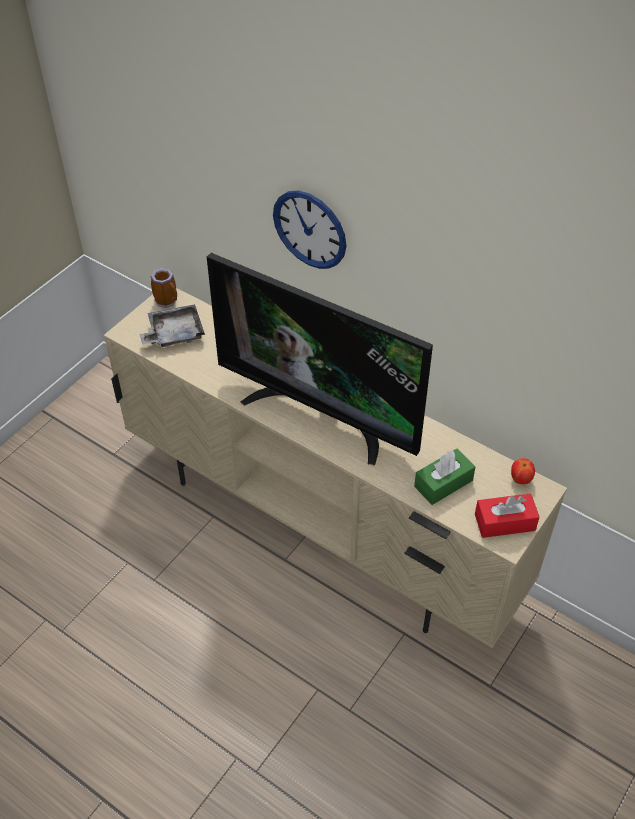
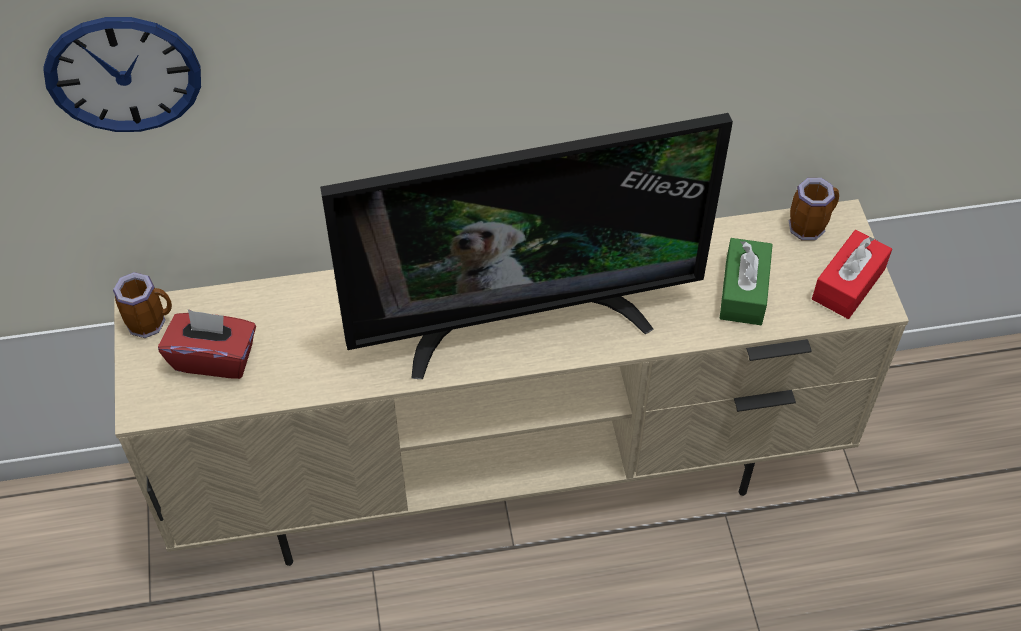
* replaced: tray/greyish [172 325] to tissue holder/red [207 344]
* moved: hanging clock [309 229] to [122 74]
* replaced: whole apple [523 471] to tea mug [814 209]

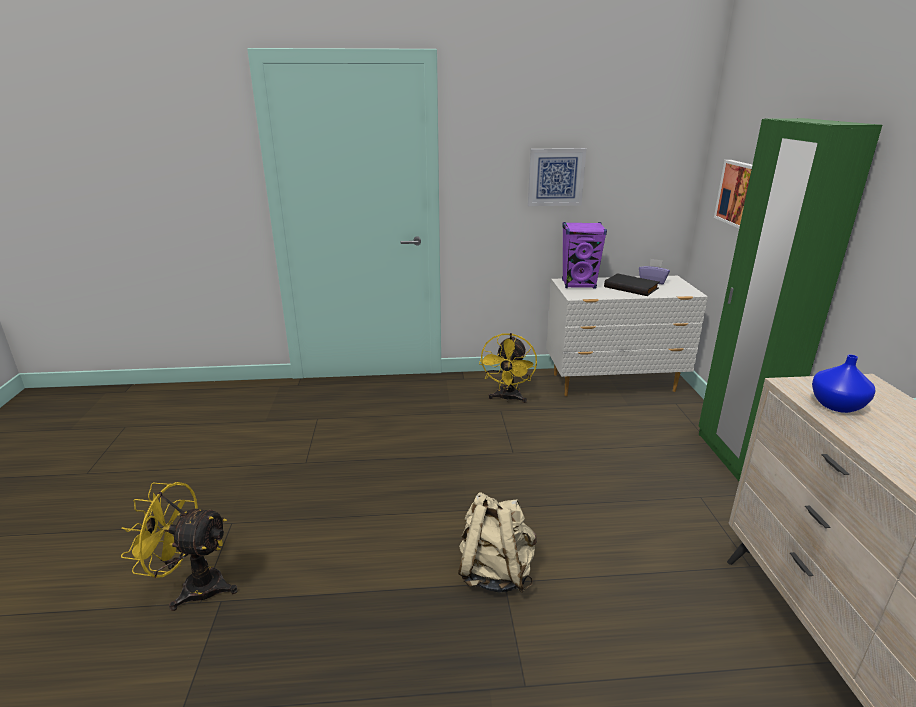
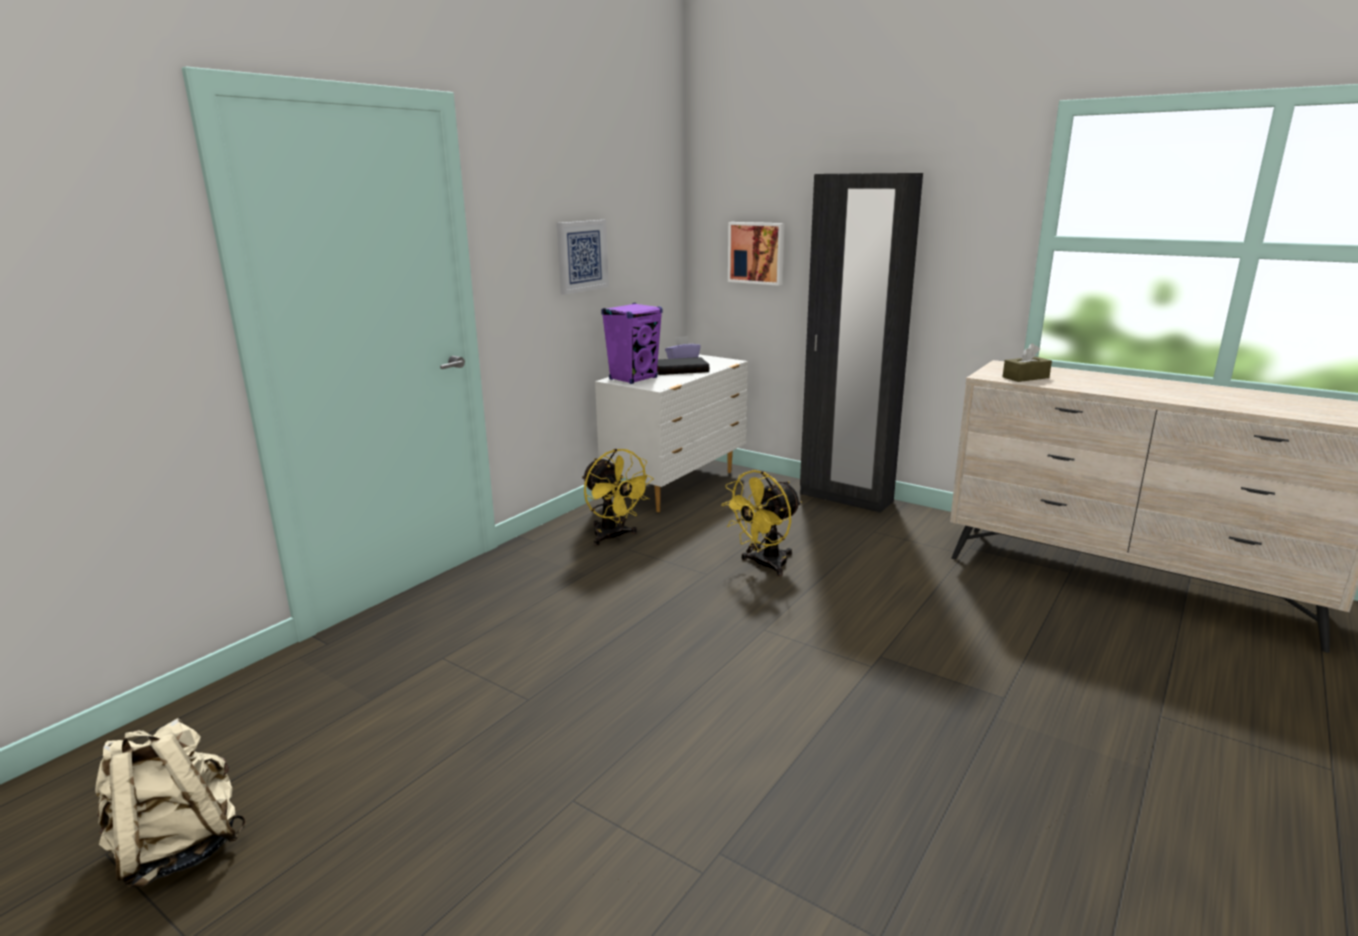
* moved: electric fan/yellow-coloured [179 546] to [761 523]
* moved: rucksack/beige-coloured [497 542] to [170 803]
* recoloured: wardrobe/green-coloured [790 299] to wardrobe/black-coloured [861 343]
* replaced: vase/blue [843 383] to tissue holder/brown [1027 362]

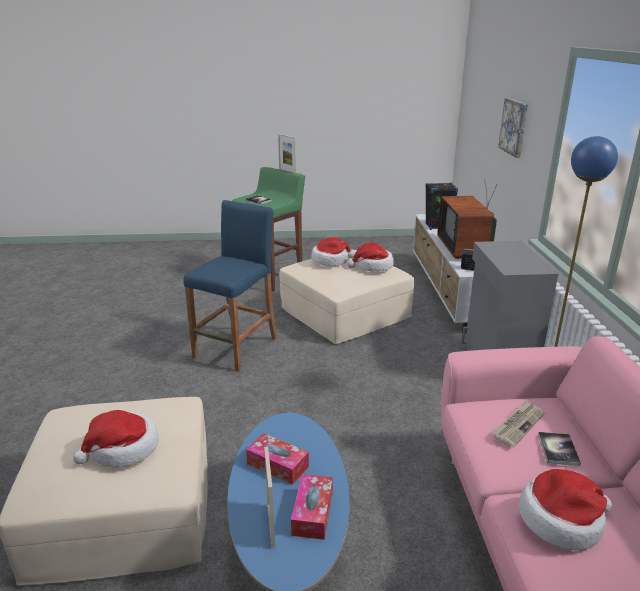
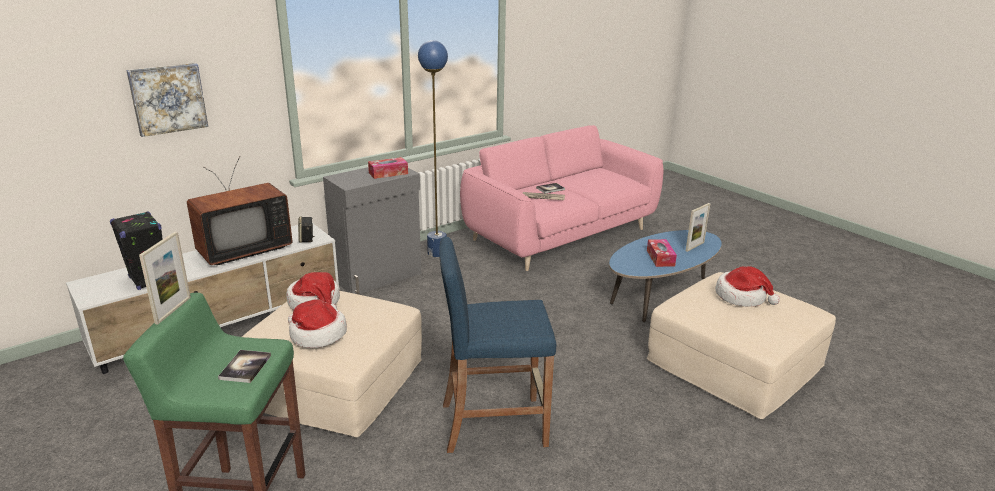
* moved: tissue holder [312 507] to [388 168]
* removed: wearable hat [565 510]

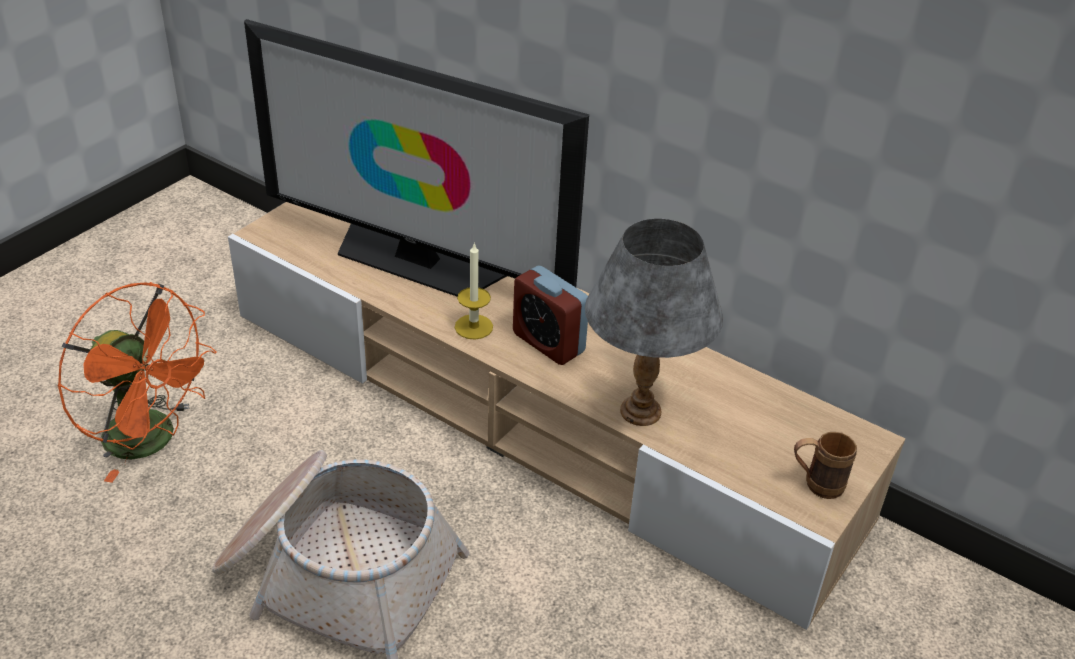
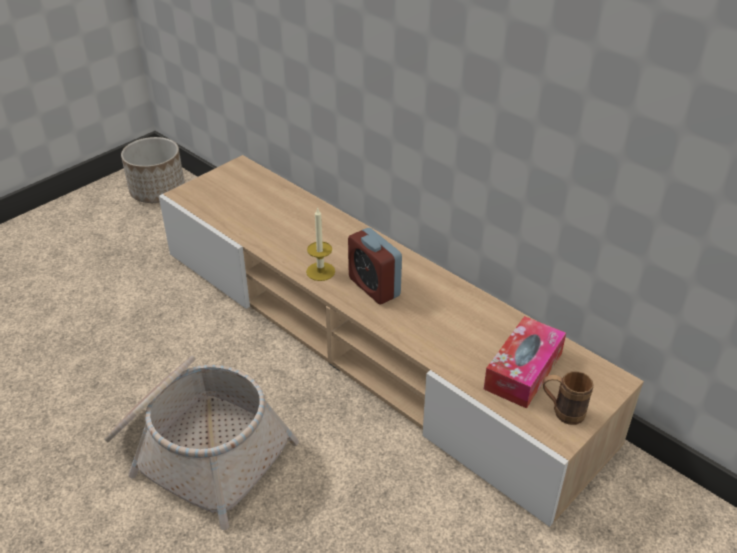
* removed: electric fan/orange [137 382]
* removed: television [416 158]
* removed: tabletop lamp/greyish [654 322]
* added: planter [153 170]
* added: tissue holder [525 362]

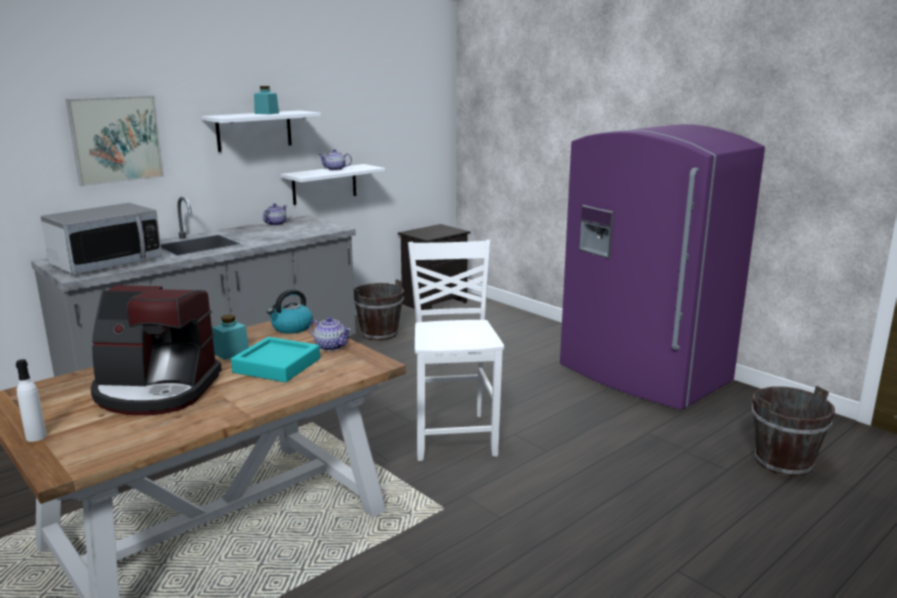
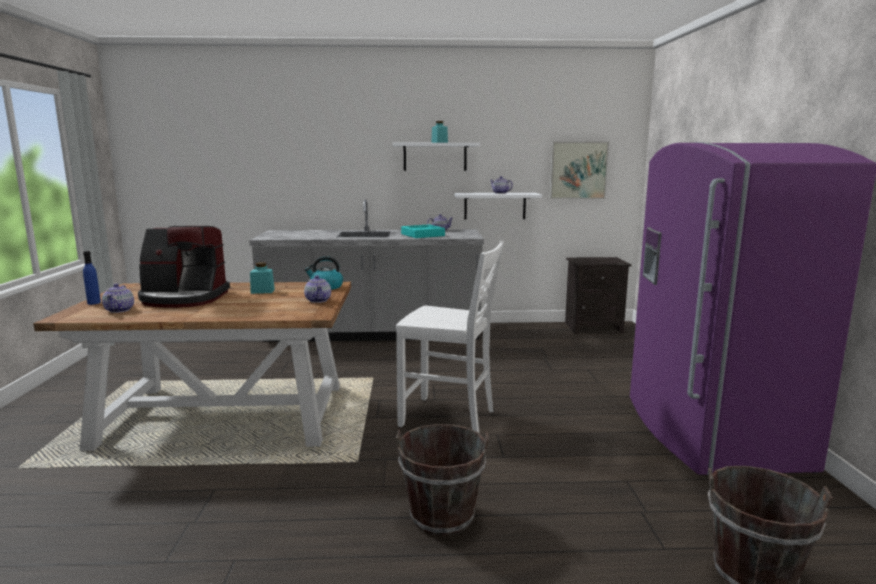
* recoloured: drink bottle/white [31 400] to drink bottle/blue [92 278]
* removed: microwave oven [101 239]
* moved: picture [115 140] to [579 170]
* turned: coffee machine [156 350] = [184 267] 45 degrees counterclockwise
* moved: tray/blue-green [275 359] to [423 231]
* moved: bucket/brown [379 310] to [442 480]
* turned: plain chair/white [456 350] = [450 337] 75 degrees clockwise
* added: pot for tea [118 298]

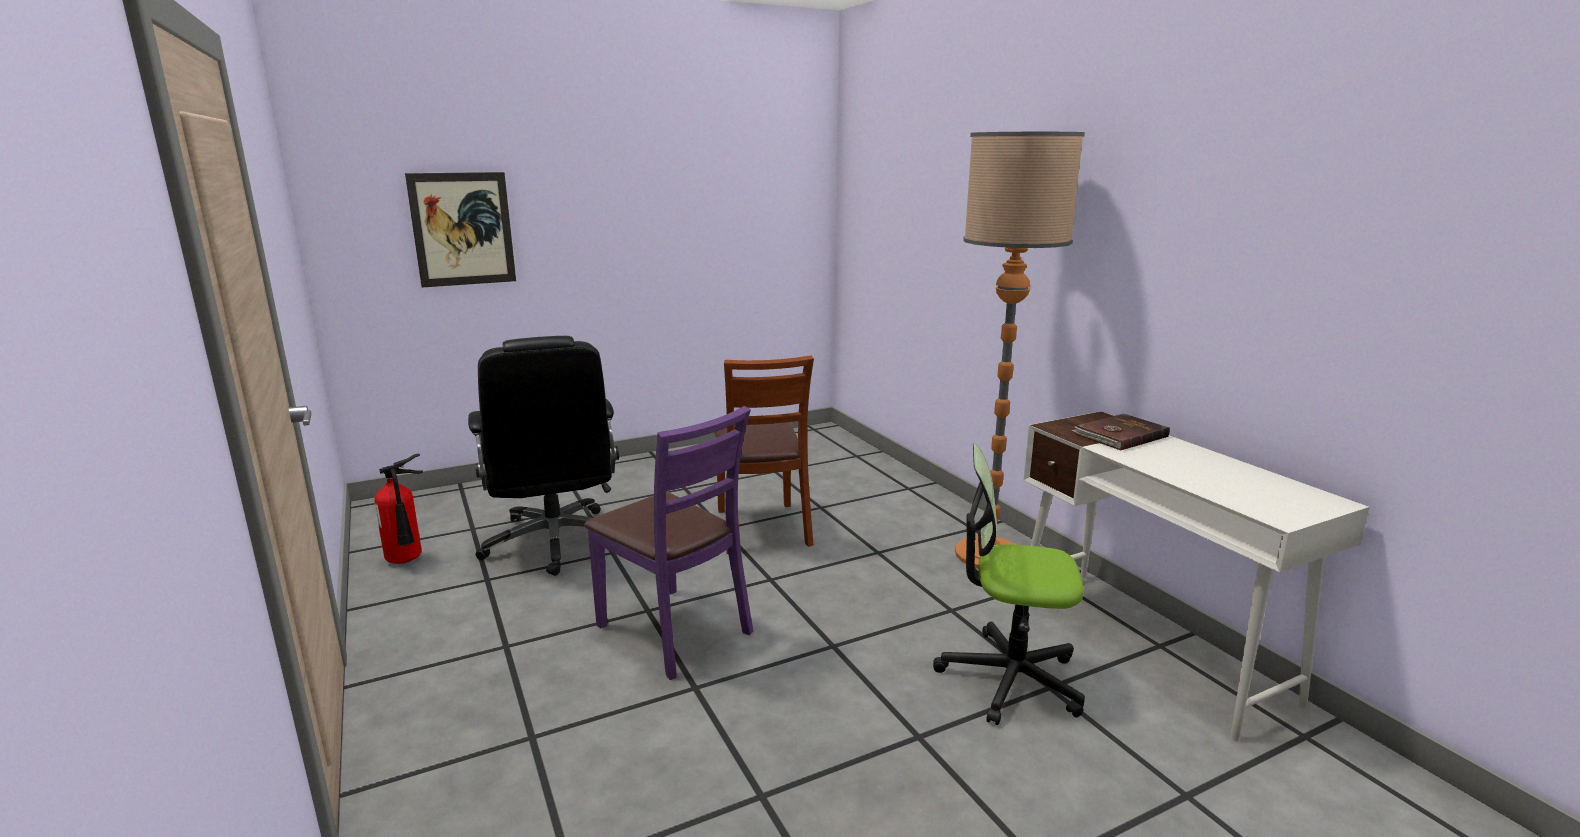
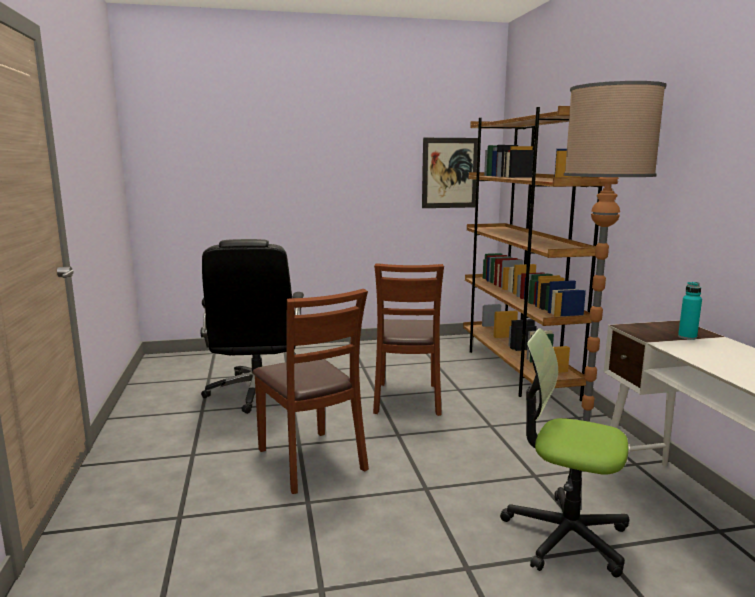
* removed: fire extinguisher [398 509]
* moved: picture [460 229] to [450 173]
* recoloured: plain chair/purple-coloured [668 543] to plain chair/brown [310 391]
* replaced: book/brown [1120 432] to drink bottle/blue-green [690 311]
* added: shelving unit/brown [534 253]

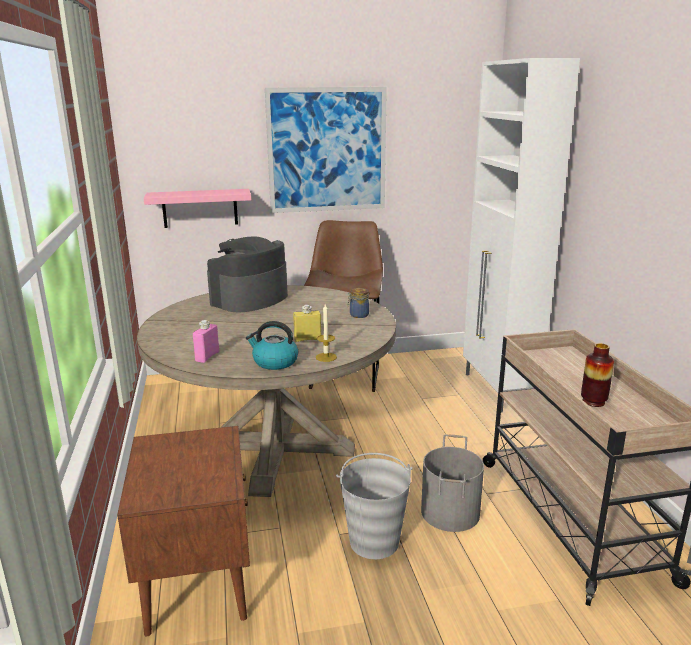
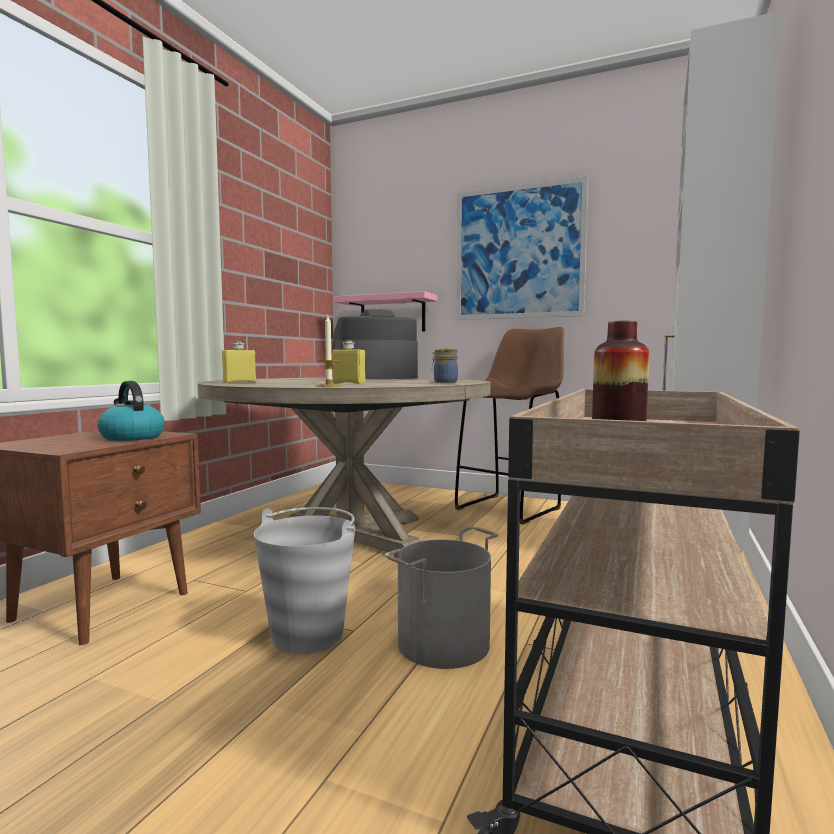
* recoloured: drink bottle/pinkish [206 341] to drink bottle/yellow-coloured [239 362]
* moved: tea kettle [272 345] to [131 411]

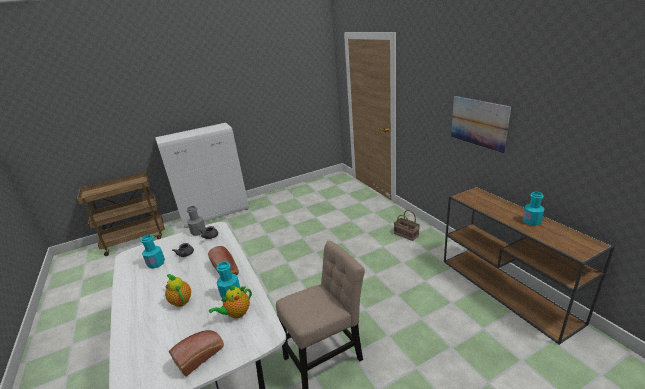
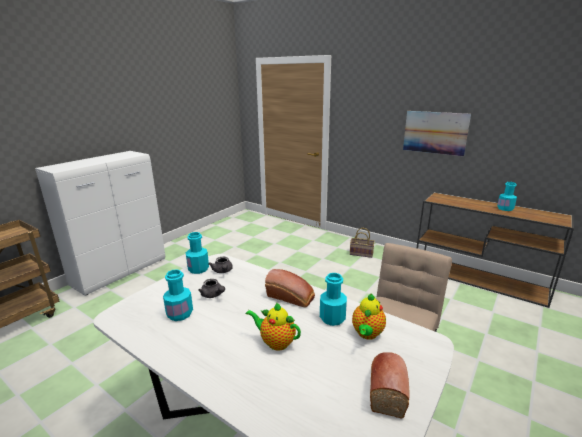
* recoloured: drink bottle/greyish [196 221] to drink bottle/blue-green [197 253]

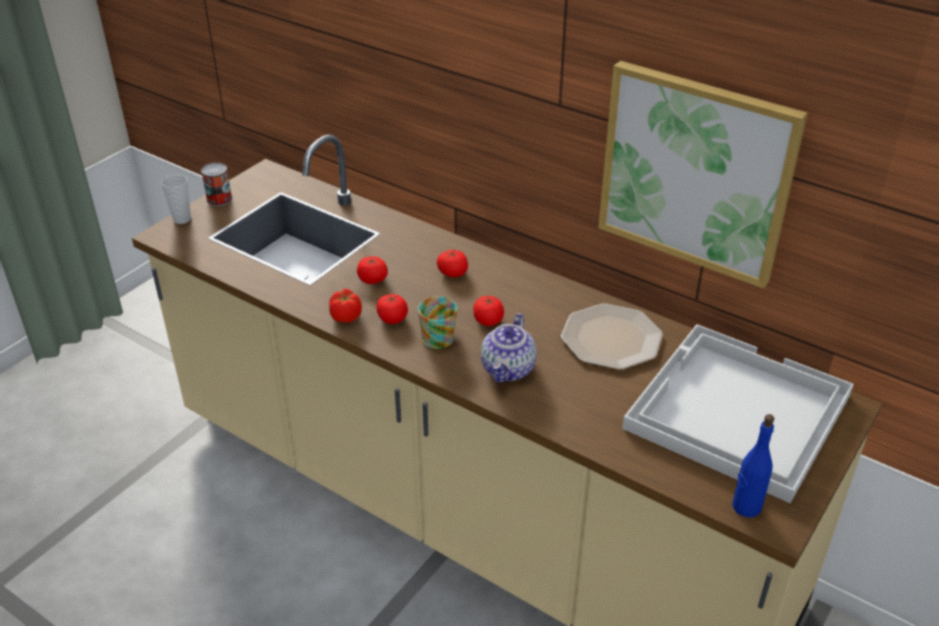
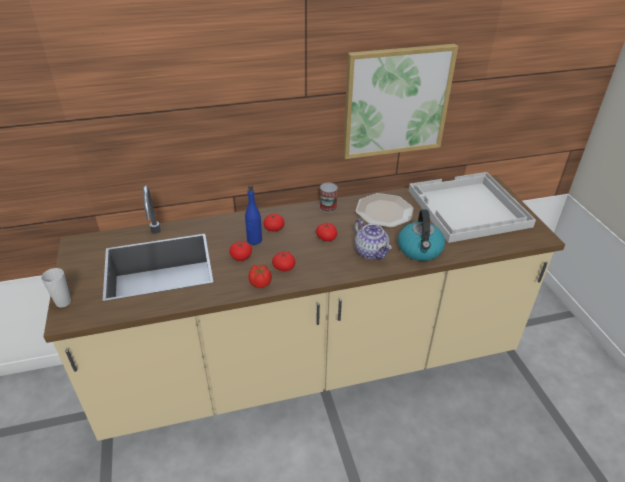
* moved: can [216 184] to [329 197]
* removed: tea mug [437 323]
* moved: drink bottle/blue [753 465] to [253 215]
* added: tea kettle [421 235]

